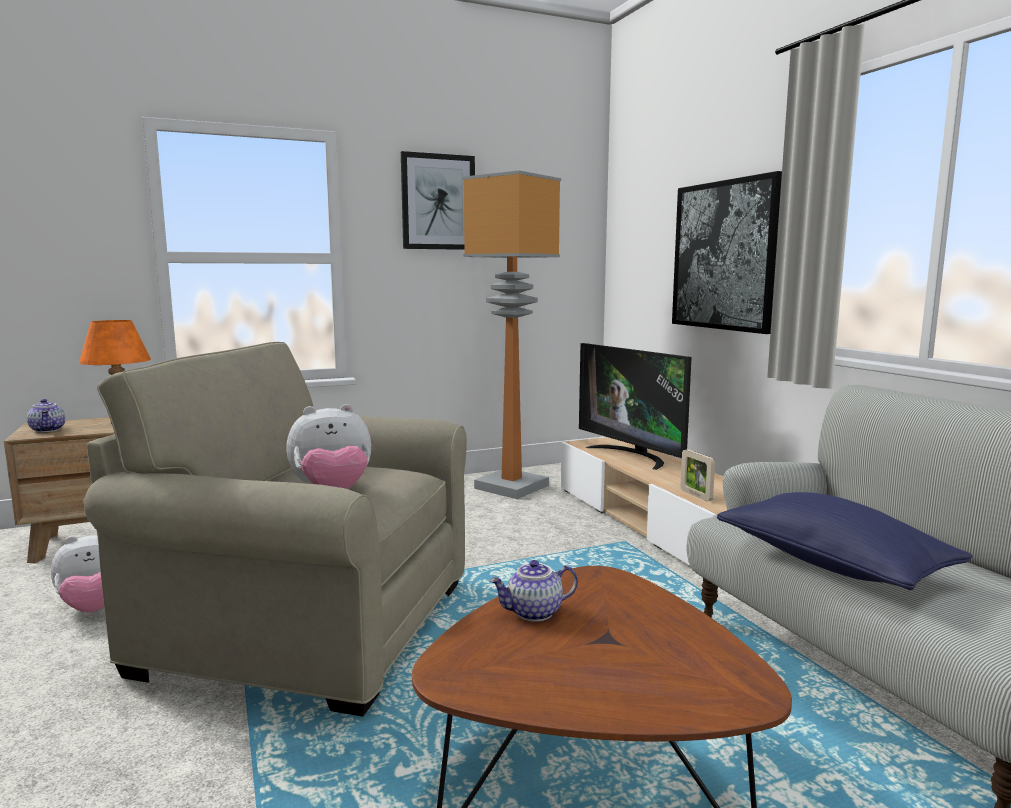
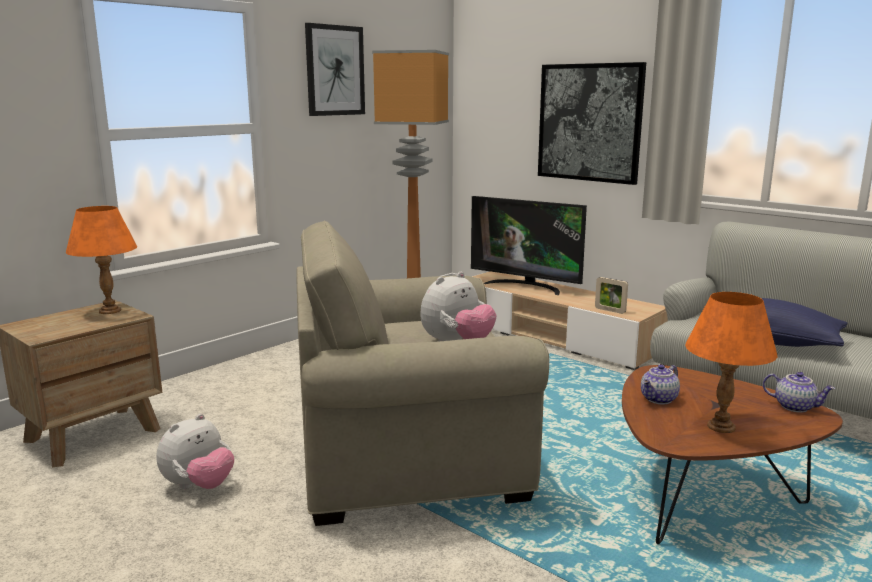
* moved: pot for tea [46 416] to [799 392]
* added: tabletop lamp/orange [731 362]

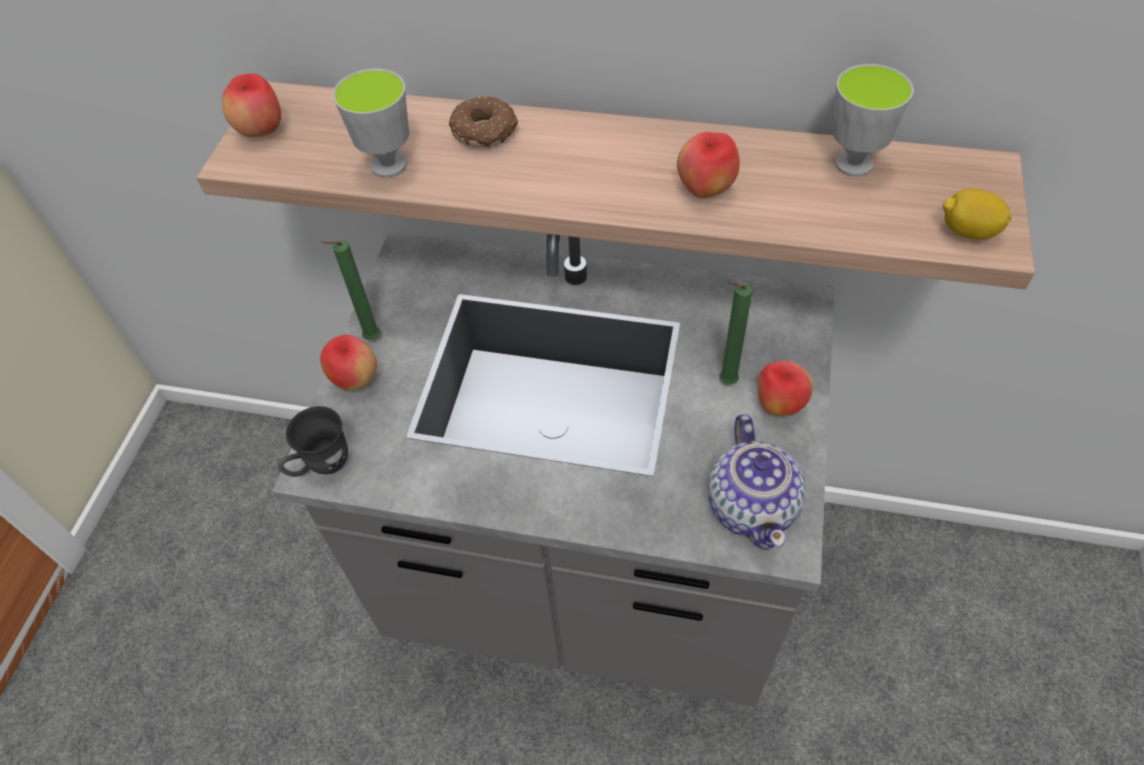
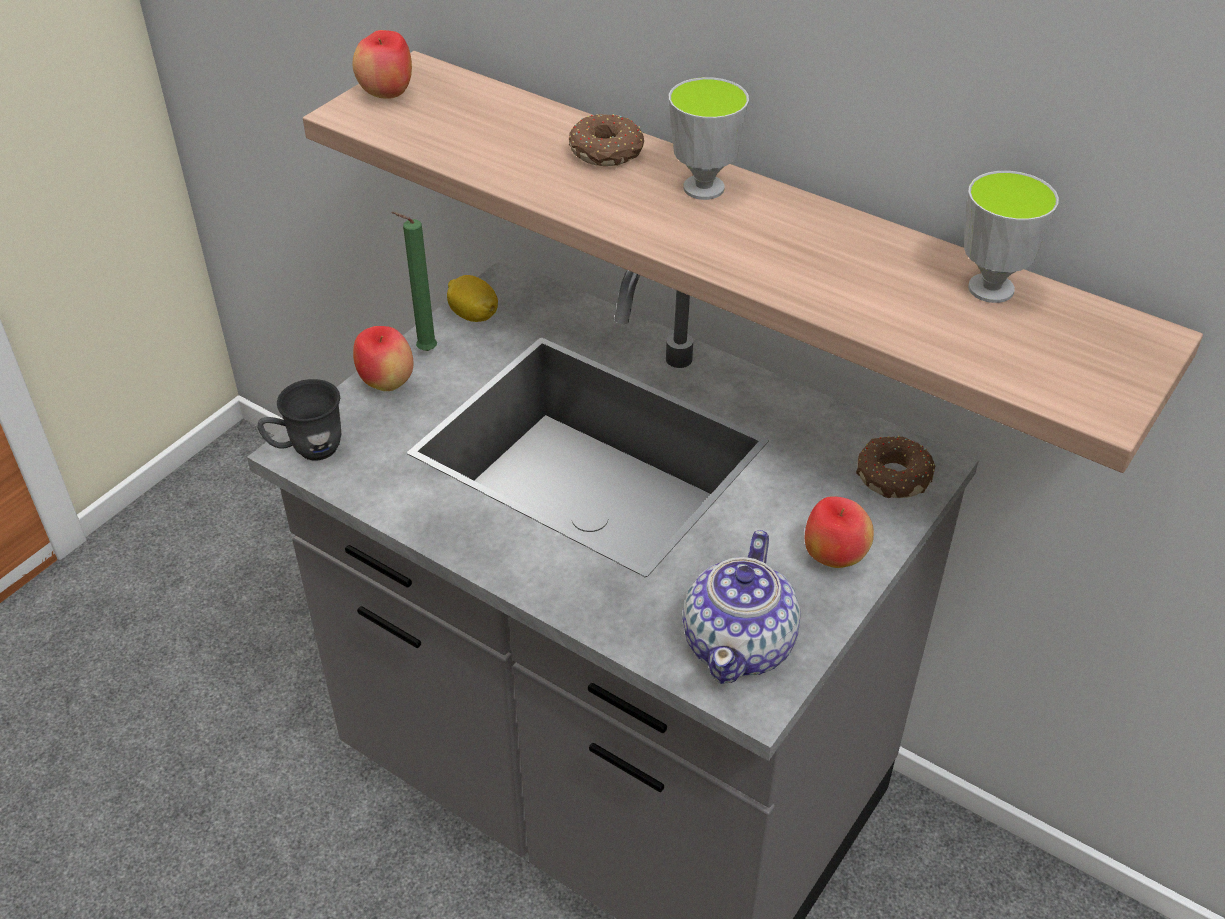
* moved: small cup [371 123] to [709 138]
* removed: whole apple [708 165]
* removed: candle/green-coloured [736 332]
* moved: whole lemon [977 213] to [472 298]
* added: doughnut [895 467]

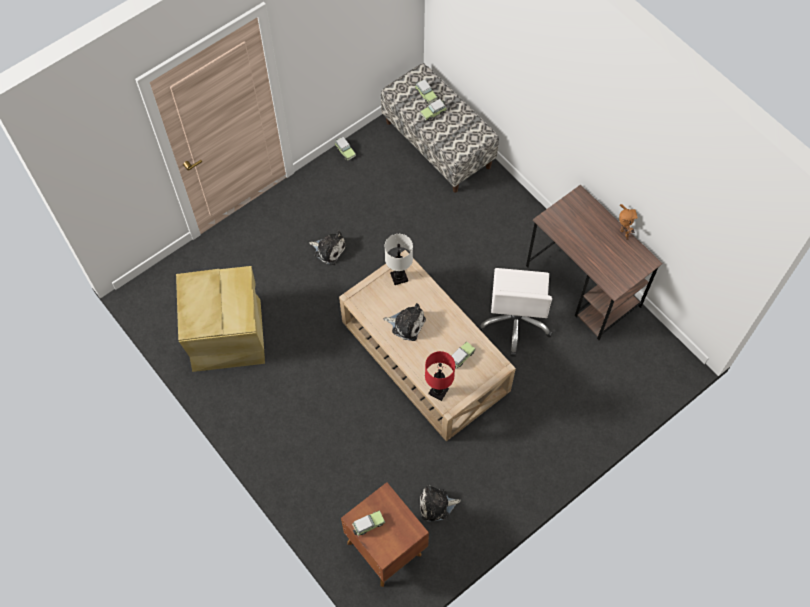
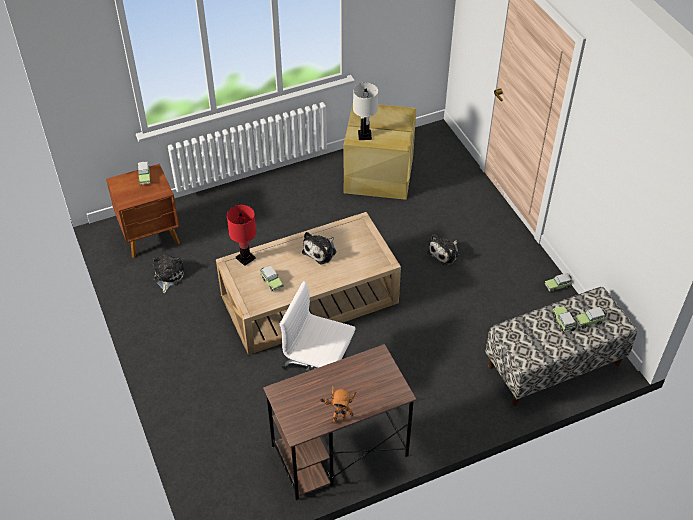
* moved: tabletop lamp/white [399 259] to [365 111]

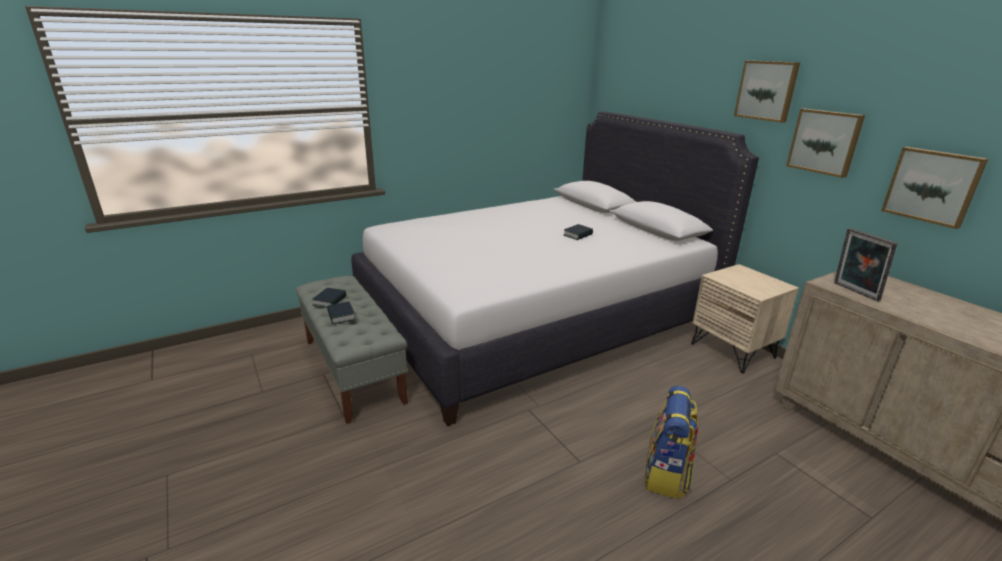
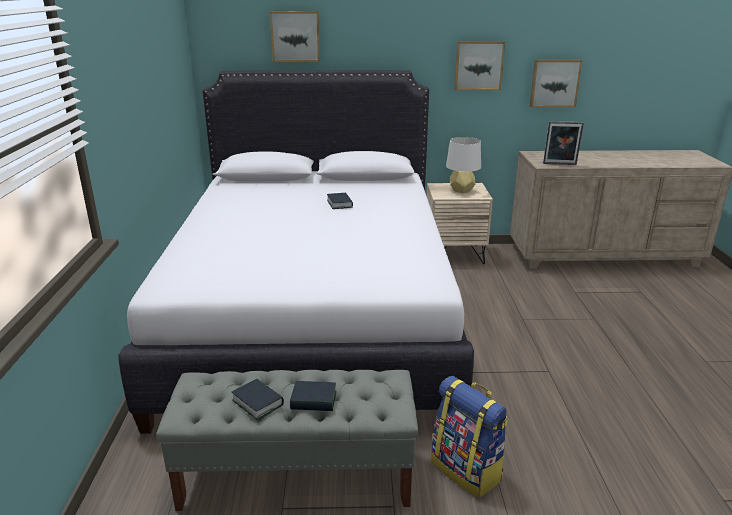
* moved: rucksack [672 442] to [469 437]
* moved: picture [767 92] to [295 36]
* added: tabletop lamp/greyish [463 165]

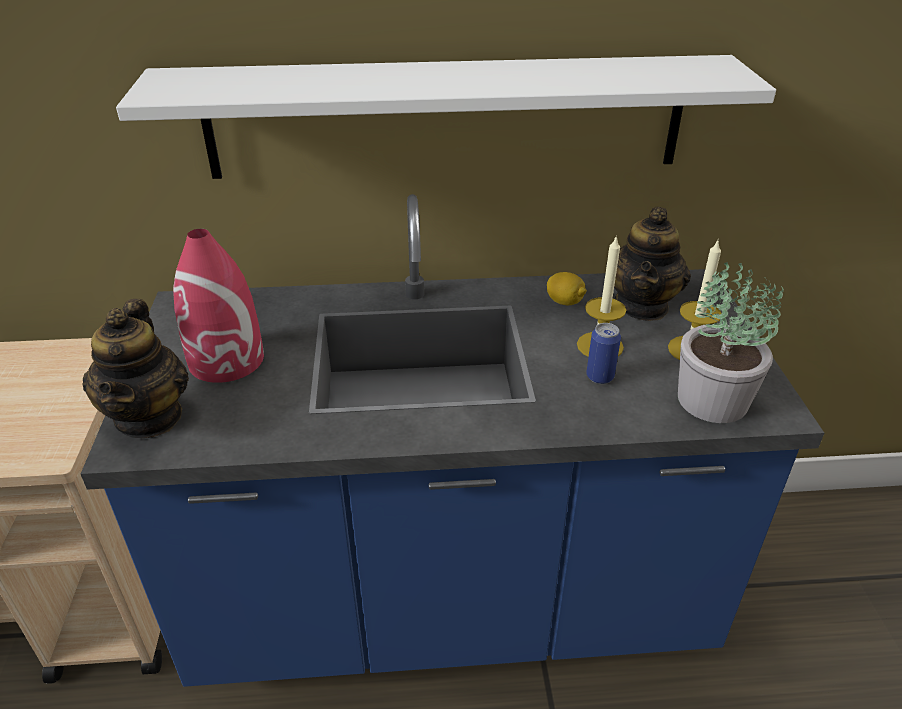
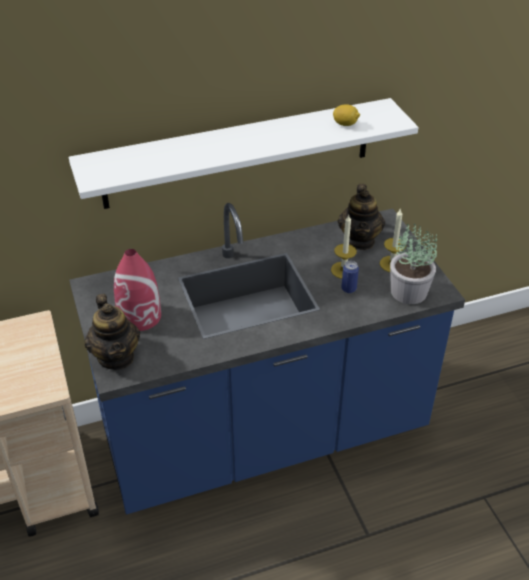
* moved: whole lemon [567 288] to [346 115]

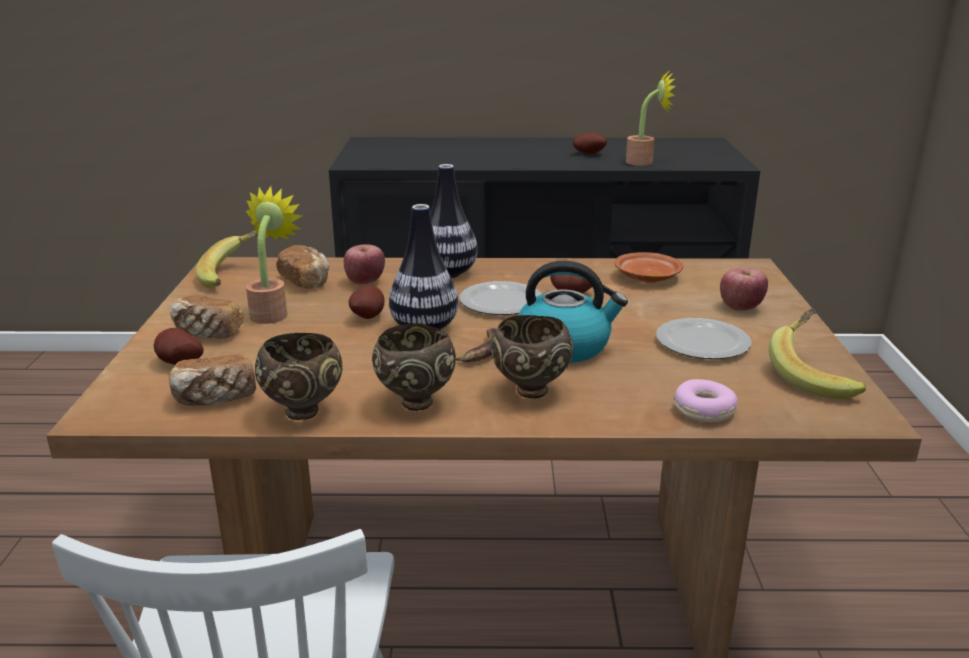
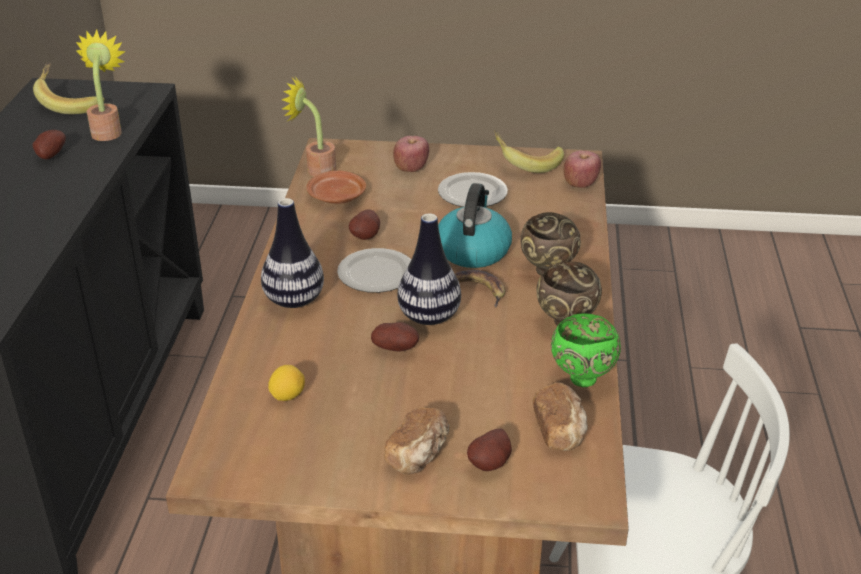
* moved: banana [227 259] to [69 88]
* moved: plant in a pot [274 255] to [309 127]
* recoloured: deep dish/brown [299 376] to deep dish/green-coloured [586 350]
* replaced: baked bread [302 267] to whole lemon [286 383]
* moved: whole apple [364 265] to [582 169]
* removed: doughnut [706 400]

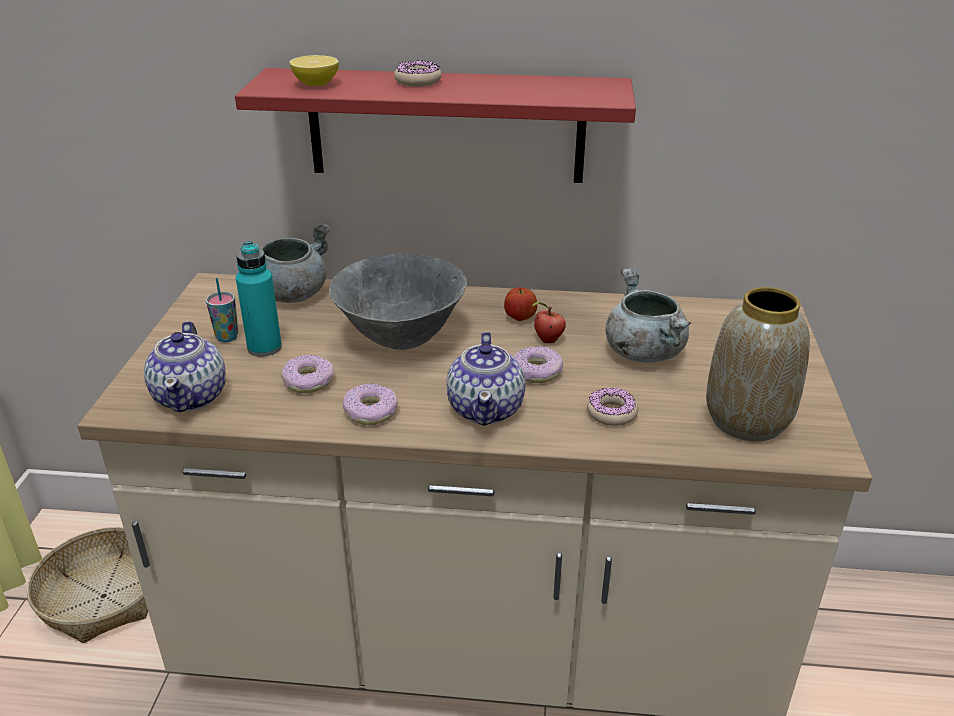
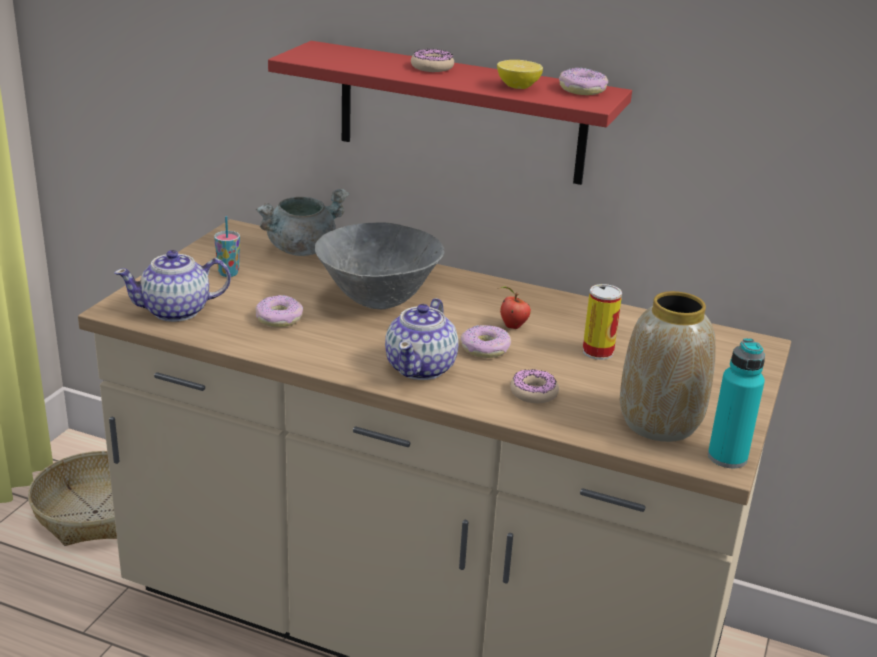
* turned: pot for tea [185 366] = [172 286] 60 degrees clockwise
* moved: drink bottle/blue-green [259 299] to [736 403]
* moved: whole lemon [314 70] to [520 74]
* moved: doughnut [370 404] to [583 81]
* removed: whole apple [520 304]
* replaced: stockpot/greyish [648 316] to can [602 322]

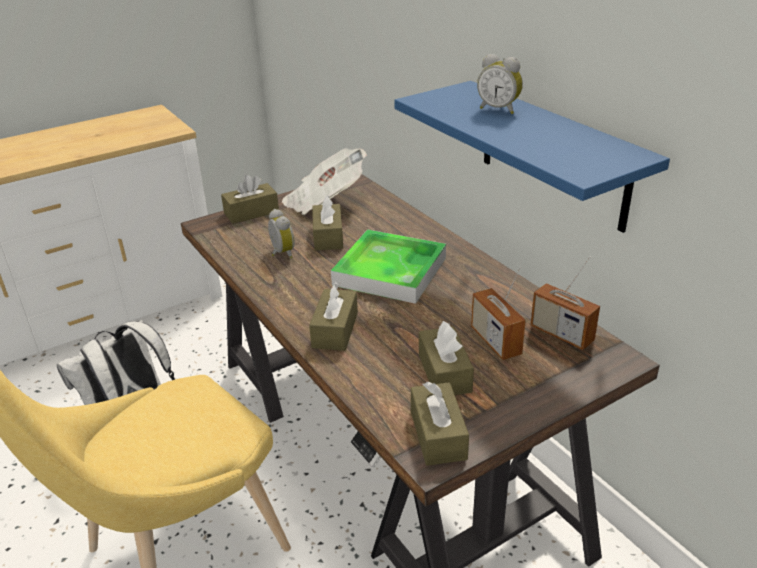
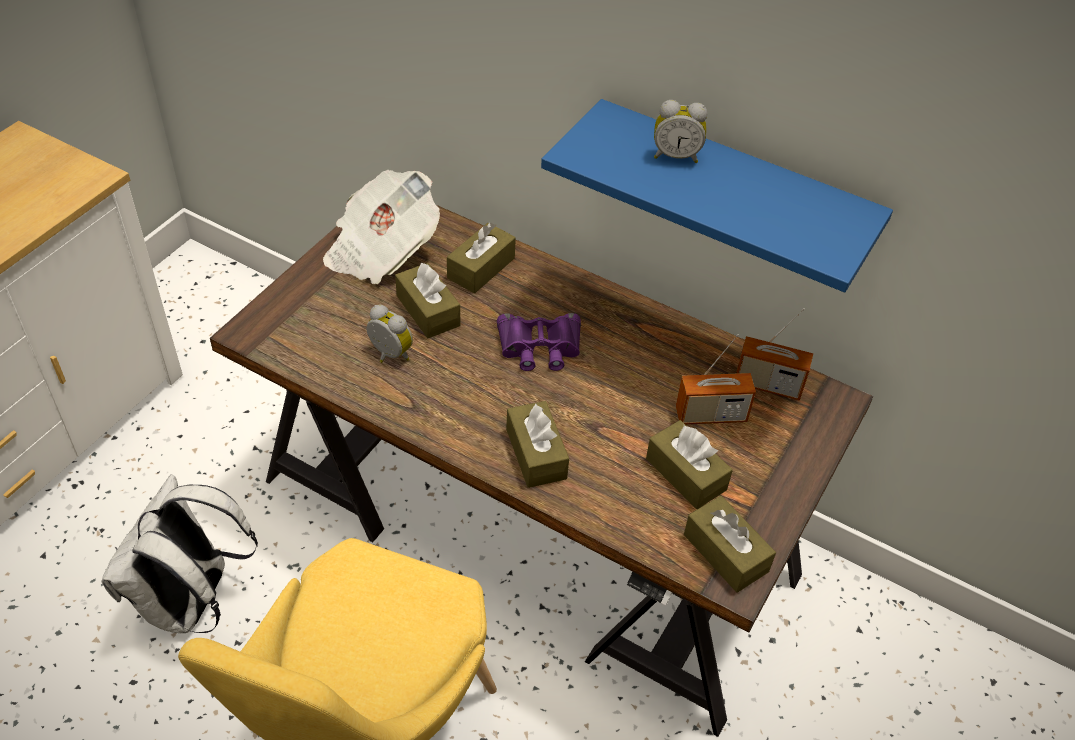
* moved: tissue holder/brown [250 199] to [481 258]
* replaced: tray [388 266] to field glasses/purple-coloured [539 342]
* turned: radio set [498 313] = [716 379] 45 degrees counterclockwise

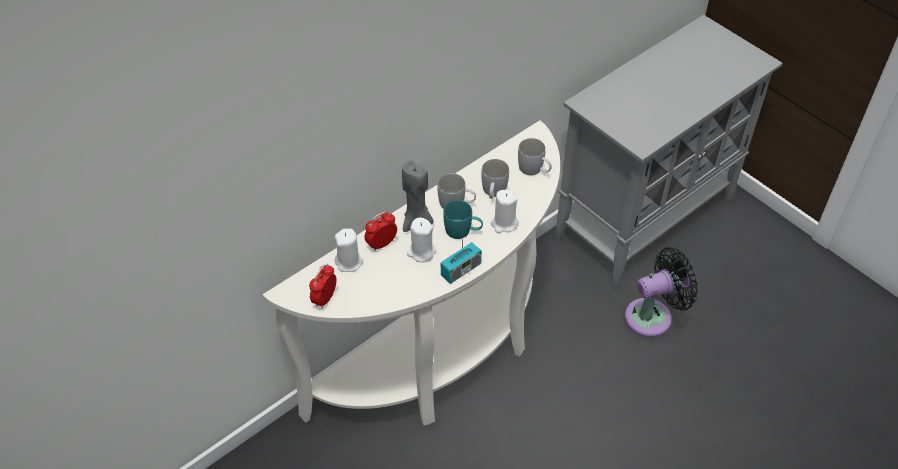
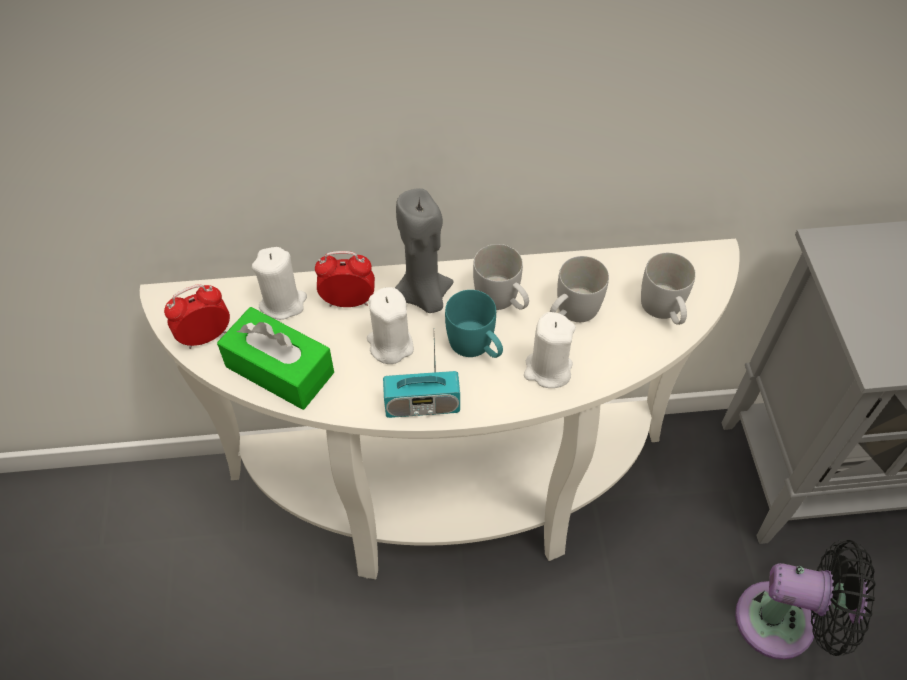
* added: tissue holder/green-coloured [275 358]

